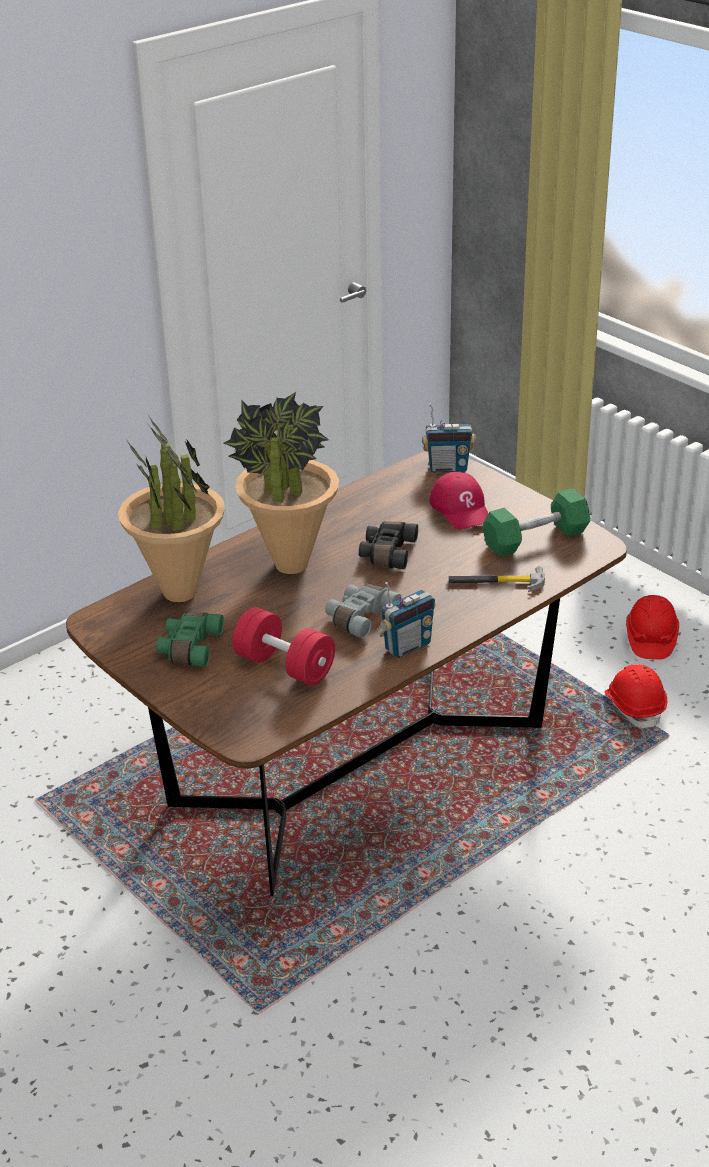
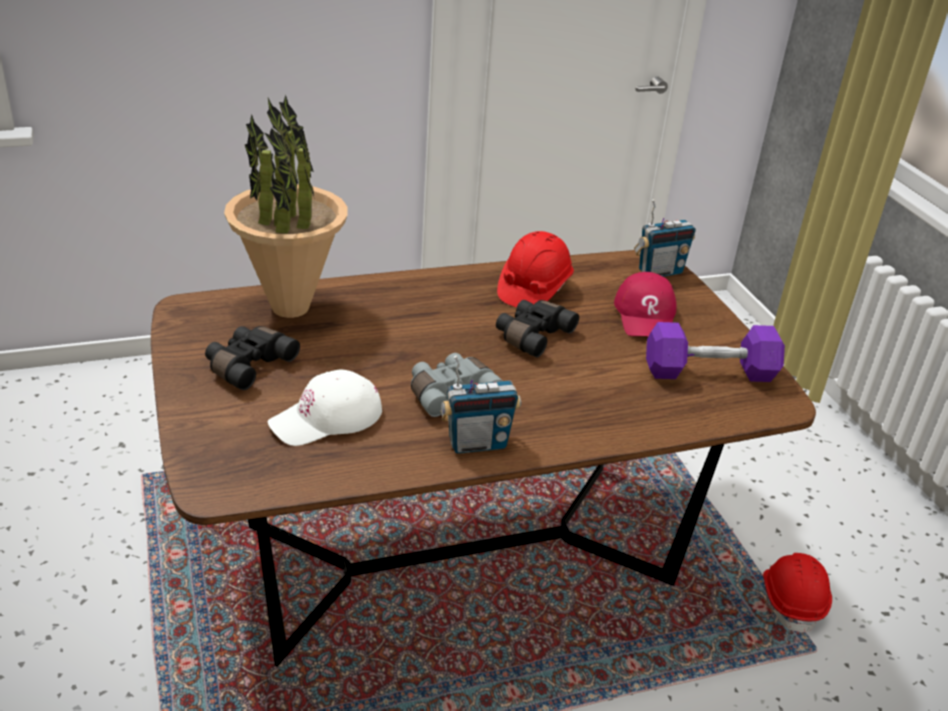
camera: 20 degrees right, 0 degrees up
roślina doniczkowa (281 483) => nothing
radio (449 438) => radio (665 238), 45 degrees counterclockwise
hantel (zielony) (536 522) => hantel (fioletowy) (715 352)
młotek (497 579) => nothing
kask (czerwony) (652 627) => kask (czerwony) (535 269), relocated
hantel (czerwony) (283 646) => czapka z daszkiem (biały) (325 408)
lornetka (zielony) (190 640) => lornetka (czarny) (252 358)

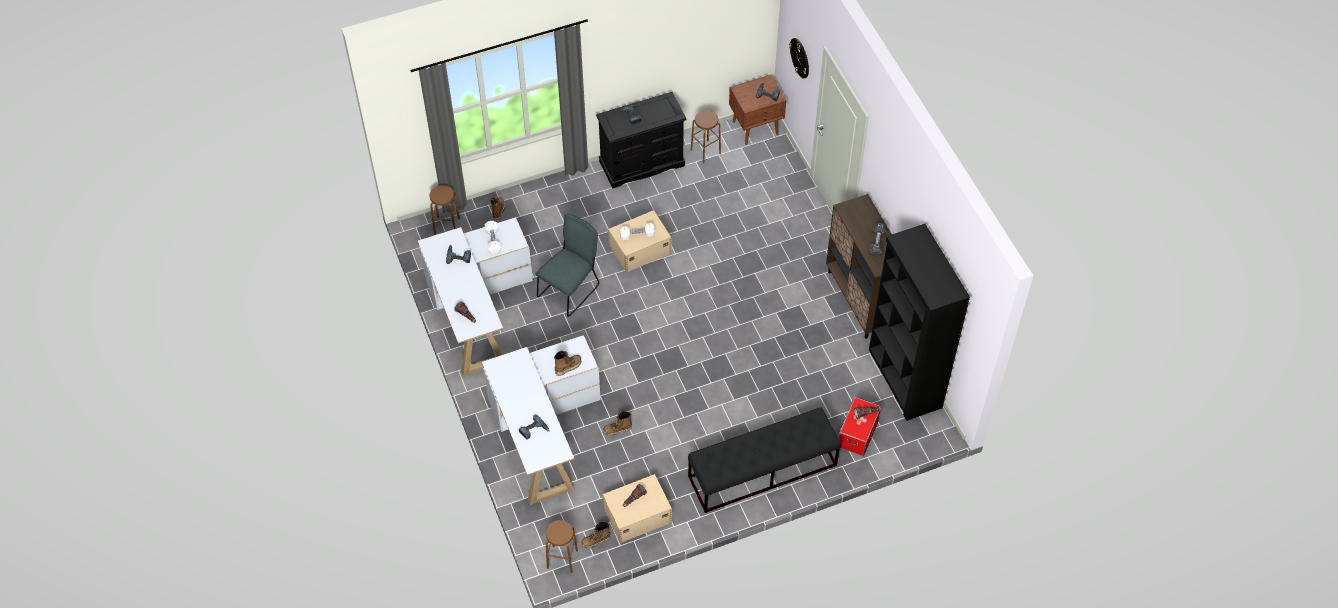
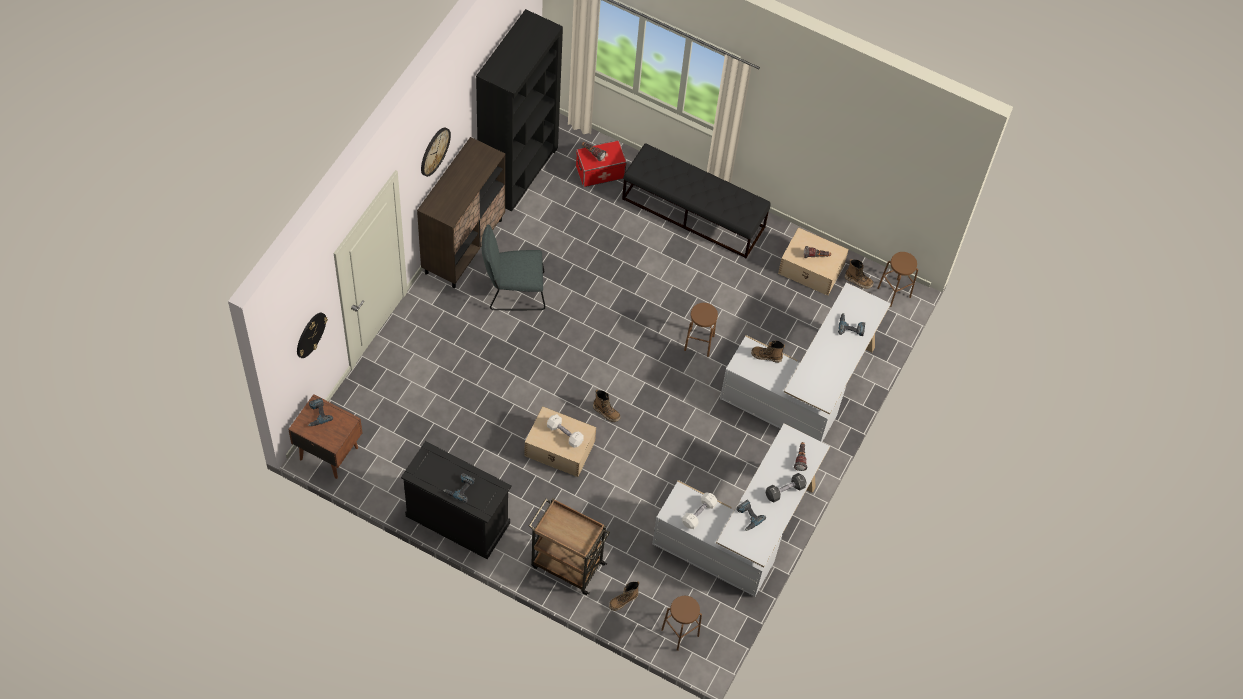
camera: 135 degrees left, 5 degrees up
stołek (brązowy) (706 136) => stołek (brązowy) (701 330), relocated
krzesło (szary) (567 265) => krzesło (szary) (513 267), relocated
hantel (czarny) (877 240) => hantel (czarny) (786 488), relocated
but z cholewką (617 423) => but z cholewką (606 405), relocated
nothing => zegar ścienny (436 152)
nothing => wózek (brązowy) (569 546)

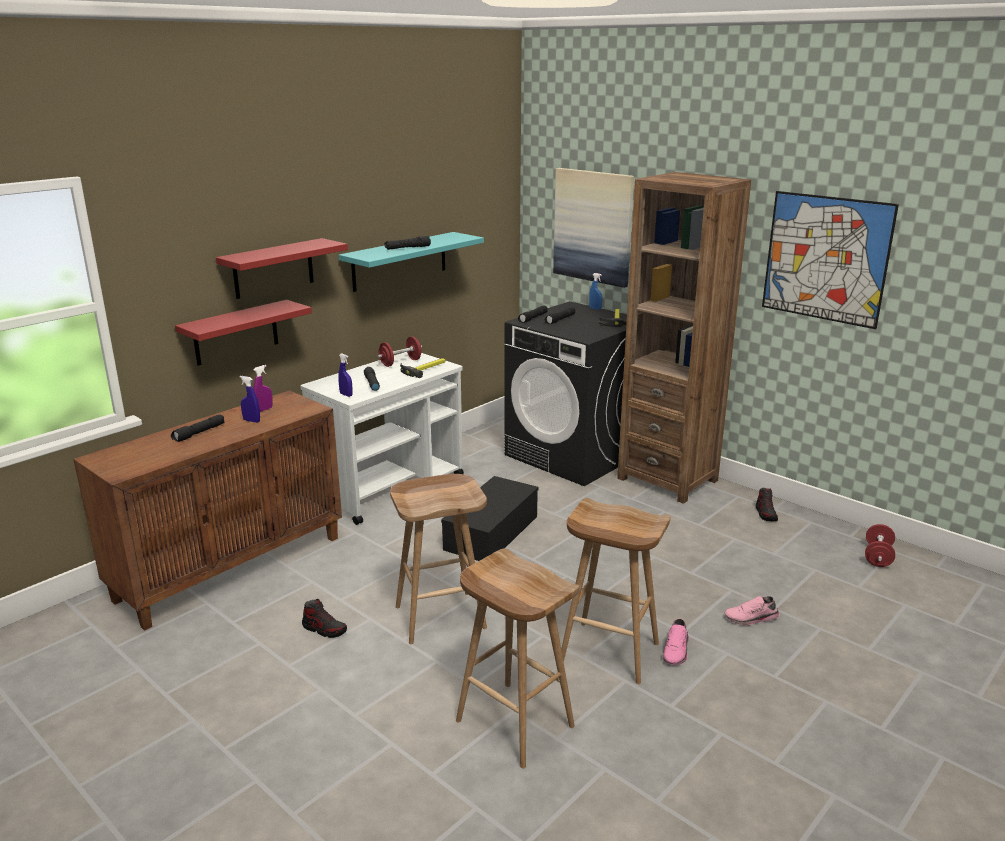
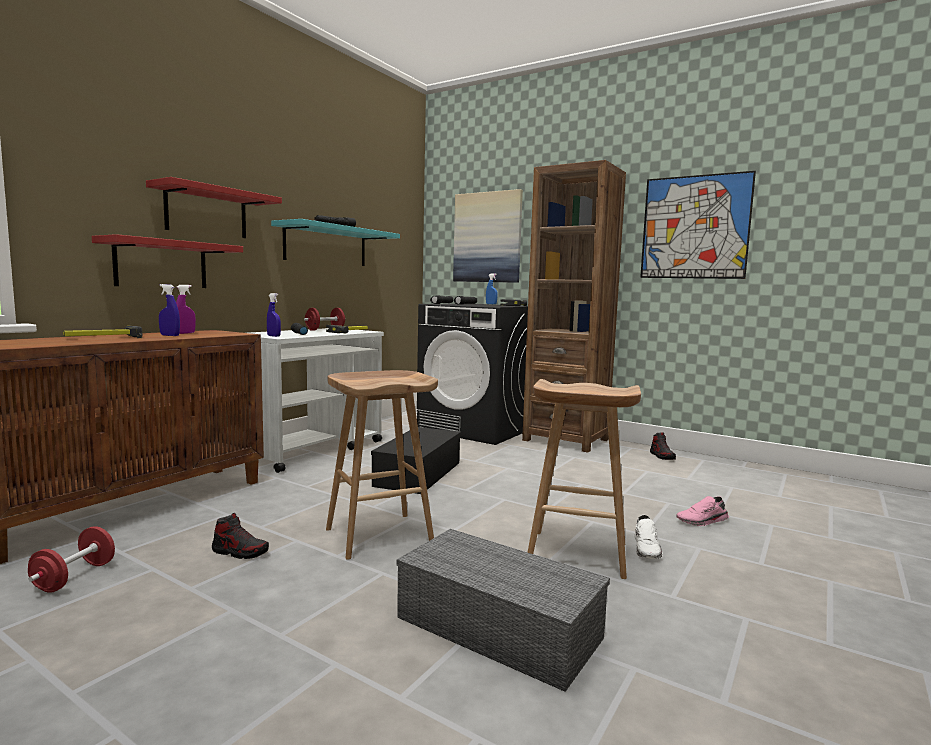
camera: 10 degrees left, 15 degrees down
latarka (czarny) (198 428) => młotek (102 332)
hantel (czerwony) (880 545) => hantel (czerwony) (71 559), relocated
stołek (brązowy) (517 658) => pojemnik do przechowywania (szary) (503 610)
but (różowy) (676 642) => but (biały) (648 537)

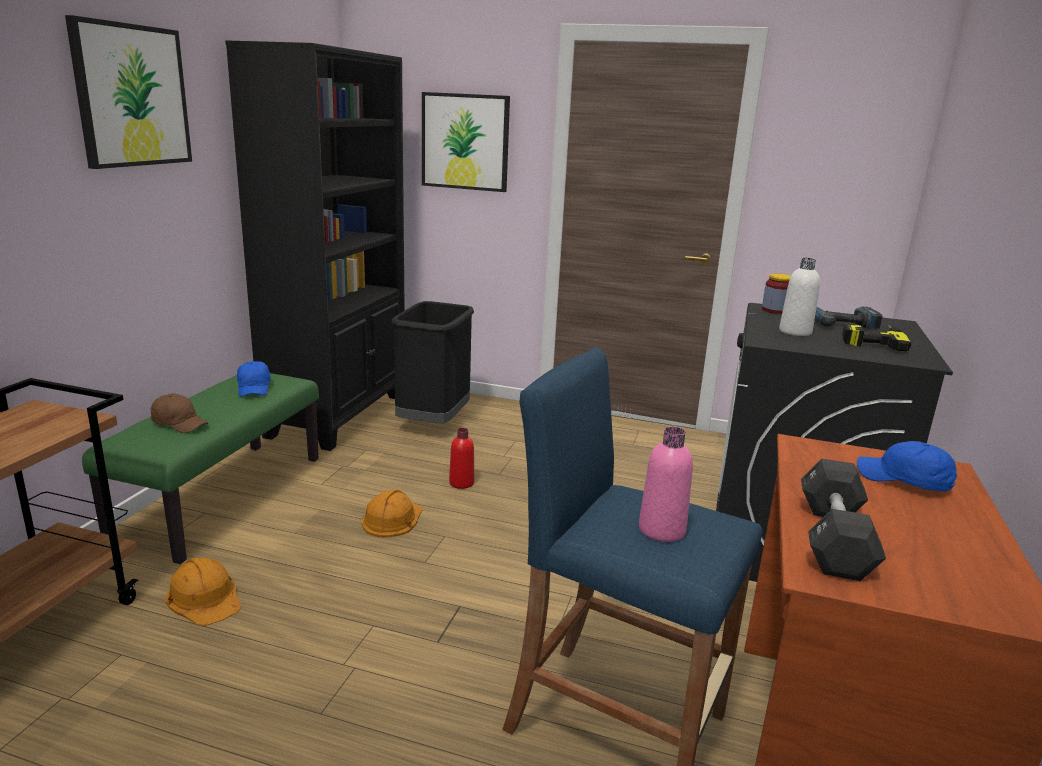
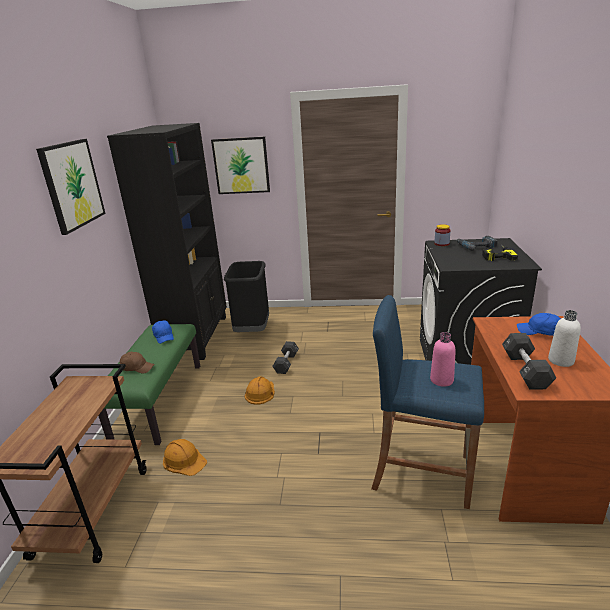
camera: 10 degrees left, 5 degrees up
butelka (biały) (799 297) => butelka (biały) (564 338), relocated
butelka (czerwony) (461 458) => hantel (czarny) (285 357)

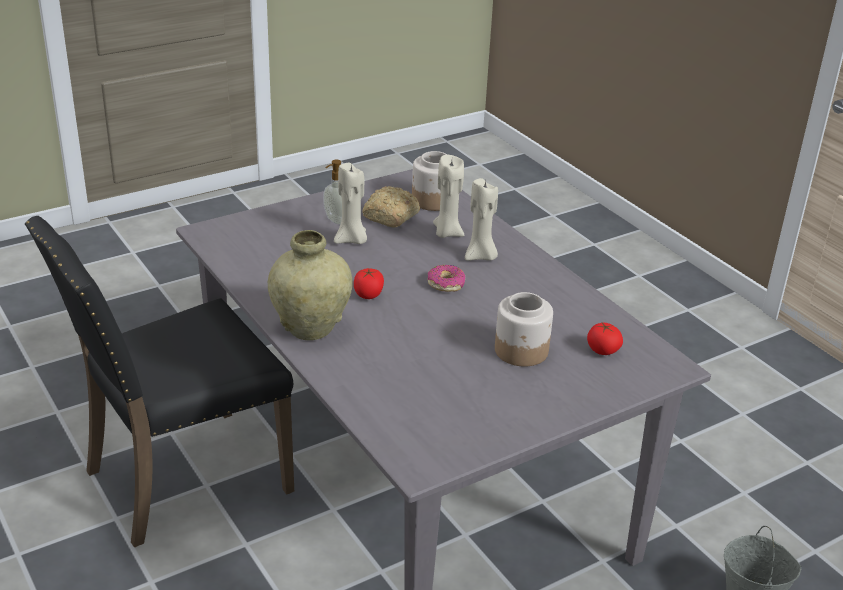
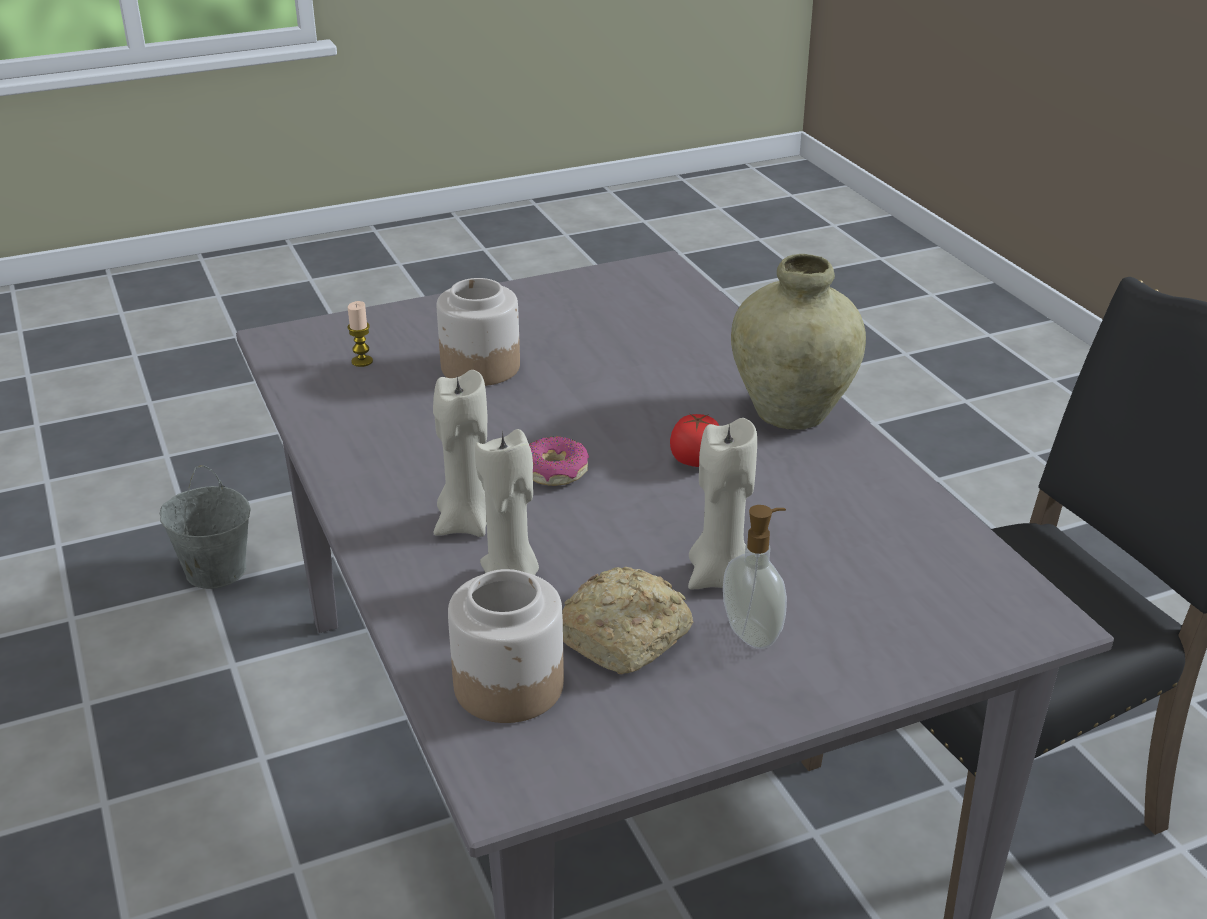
camera: 170 degrees left, 0 degrees up
pomidor (605 338) => świeca (360 334)

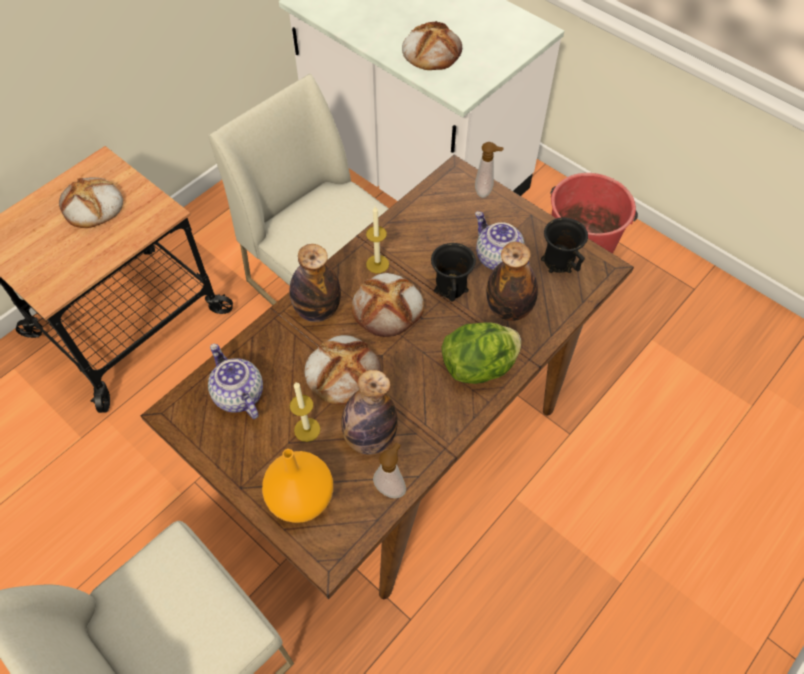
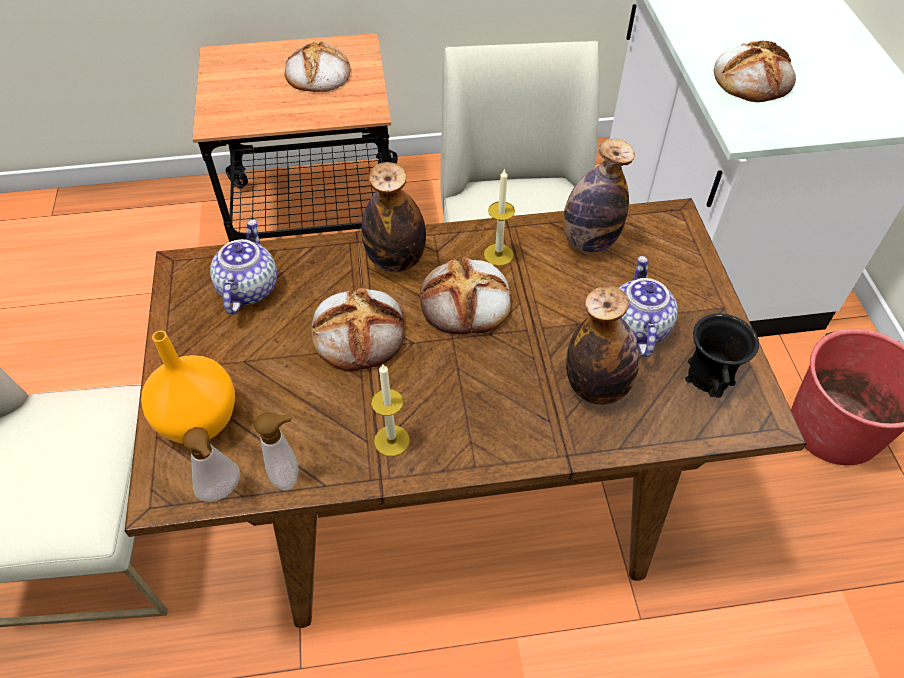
camera: 40 degrees right, 5 degrees down
dozownik mydła (489 170) => dozownik mydła (211 464), relocated
kubek (czarny) (453 272) => nothing
sałata (481 353) => nothing
butelka (369 412) => butelka (599 195), relocated
świeca (305 412) => świeca (390 409), relocated

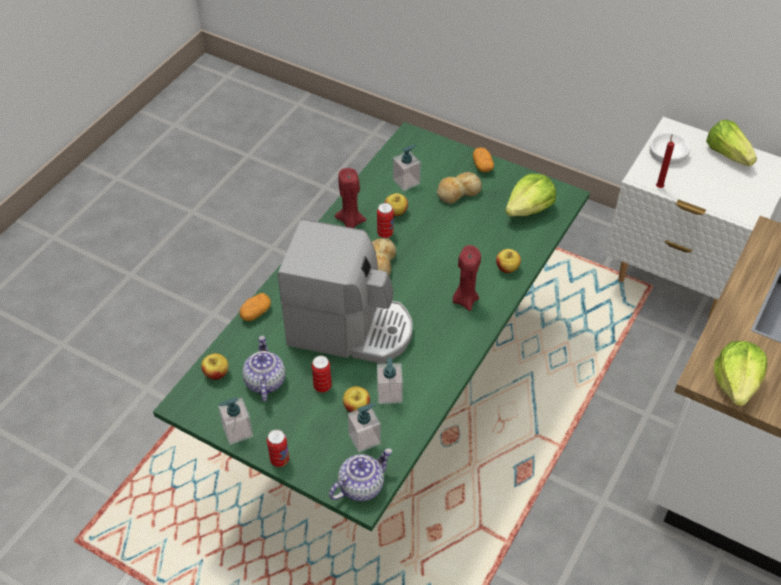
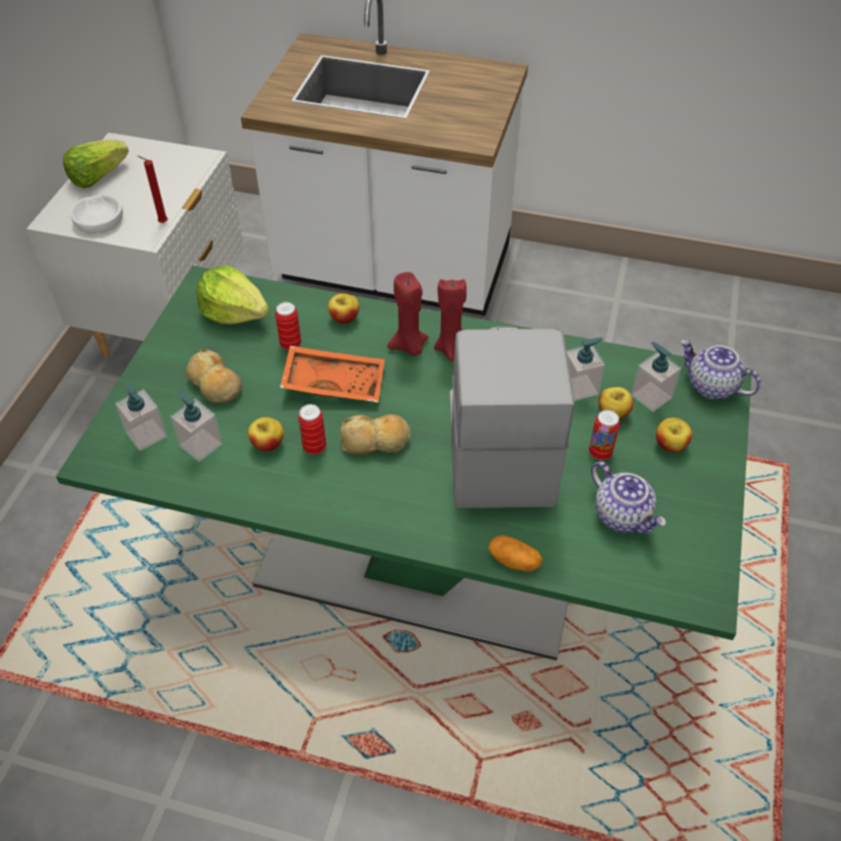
camera: 105 degrees left, 0 degrees up
ziemniak (483 159) => nothing
świeca (czerwony) (351 198) => świeca (czerwony) (450 320), relocated
imbryk (263 369) => imbryk (628 497), 105 degrees counterclockwise
sałata (740 373) => nothing
jabłko (215 366) => jabłko (674 435), relocated
dozownik mydła (235 421) => dozownik mydła (141 417), relocated
puszka (278 448) => puszka (288 326), relocated
nothing => taca (pomarańczowy) (332 374)

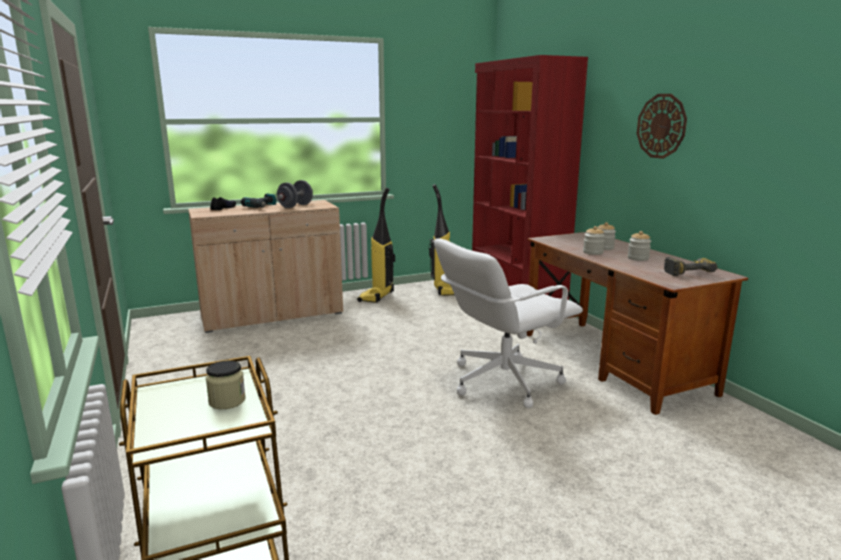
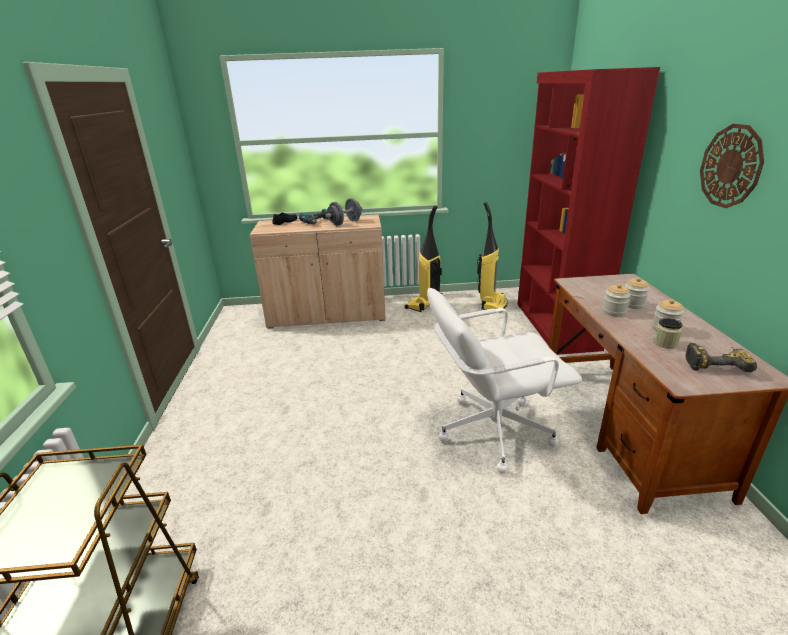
camera: 20 degrees right, 10 degrees up
słoik (226 384) => słoik (667 333), relocated

